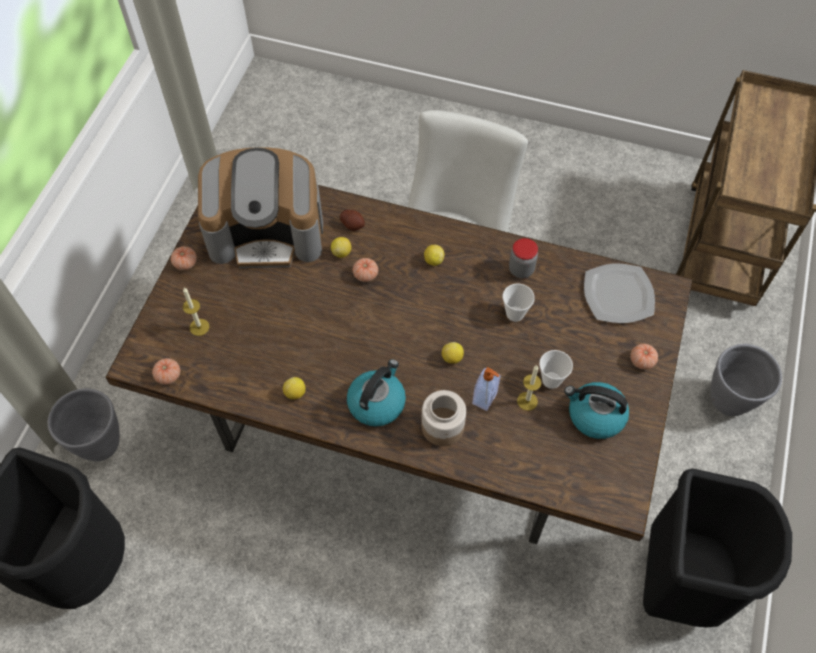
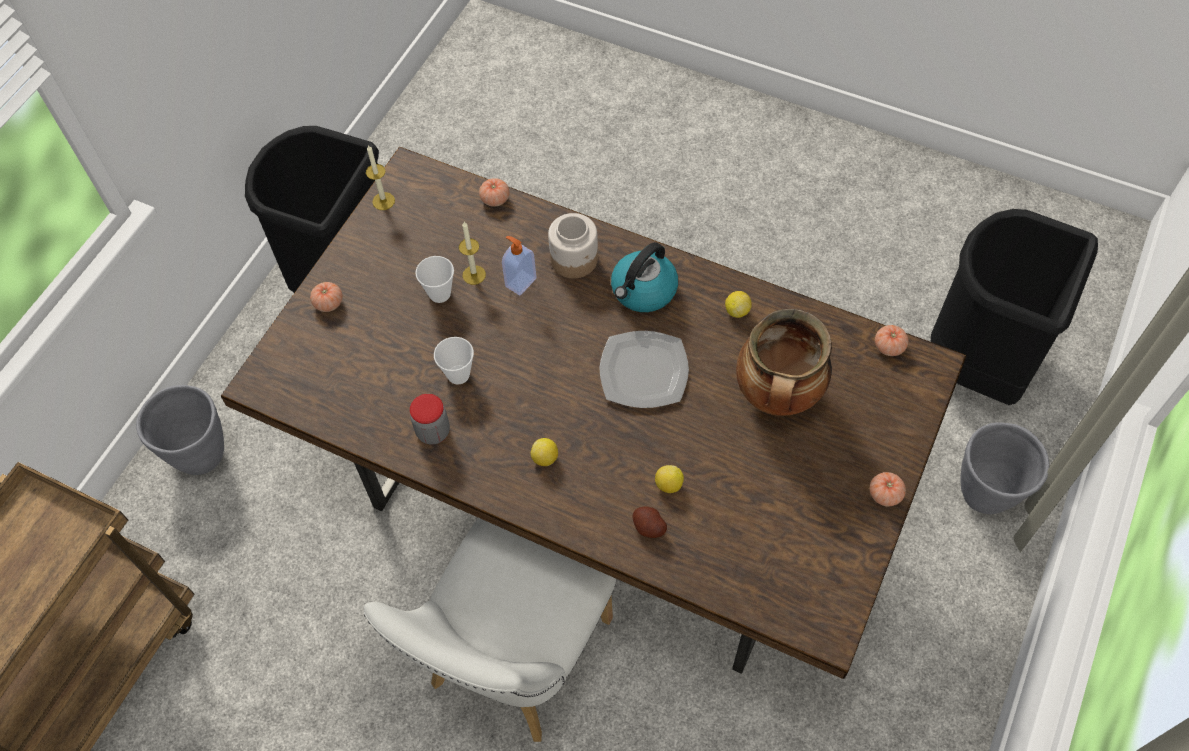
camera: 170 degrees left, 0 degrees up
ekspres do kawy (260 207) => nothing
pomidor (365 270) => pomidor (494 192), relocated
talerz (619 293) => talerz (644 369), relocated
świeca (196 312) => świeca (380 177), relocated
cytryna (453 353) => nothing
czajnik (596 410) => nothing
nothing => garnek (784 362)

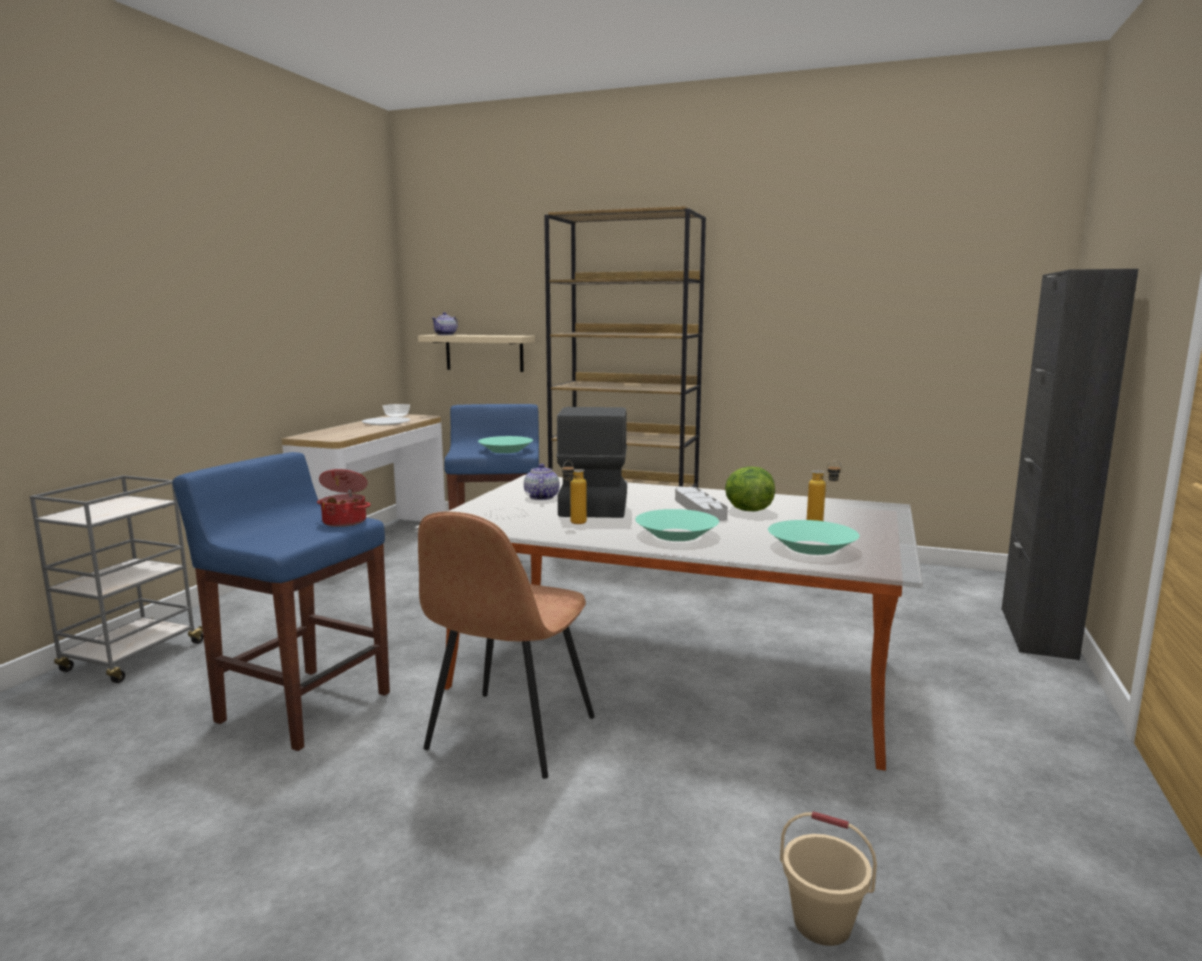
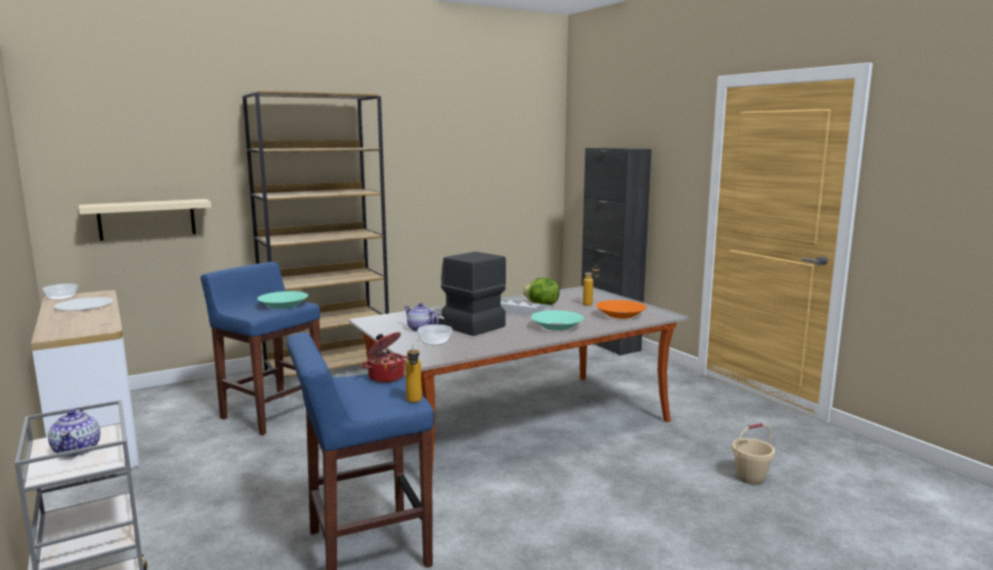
camera: 50 degrees left, 0 degrees up
imbryk (445 323) => imbryk (74 432), relocated
butelka (574 492) => butelka (413 374), relocated
krzesło (brązowy) (506 645) => nothing
miska (turkusowy) (813 537) => miska (pomarańczowy) (621 309)

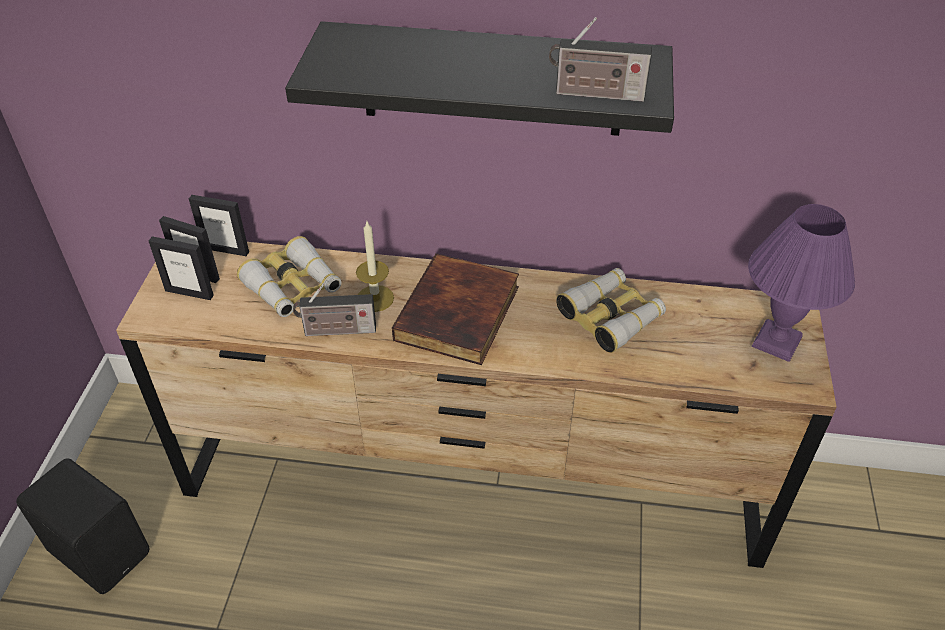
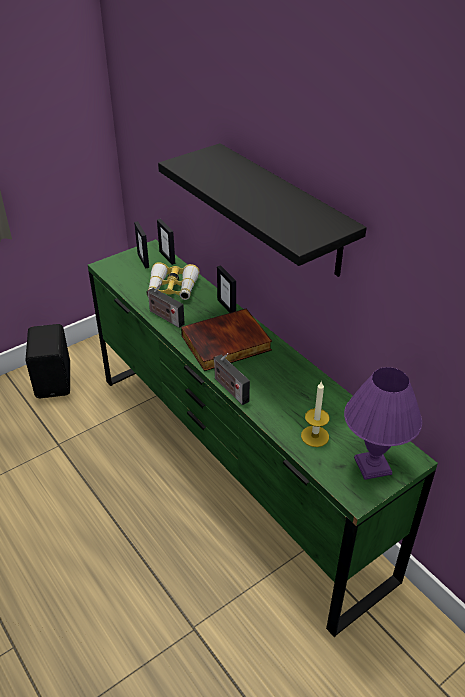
camera: 45 degrees right, 5 degrees down
radio (600 59) => radio (231 379), relocated
świeca (375 266) => świeca (315 414), relocated
ramka na zdjęcie (181 268) => ramka na zdjęcie (226 289), relocated
komoda (brązowy) (476 405) => komoda (zielony) (263 438)
lornetka (611 310) => nothing

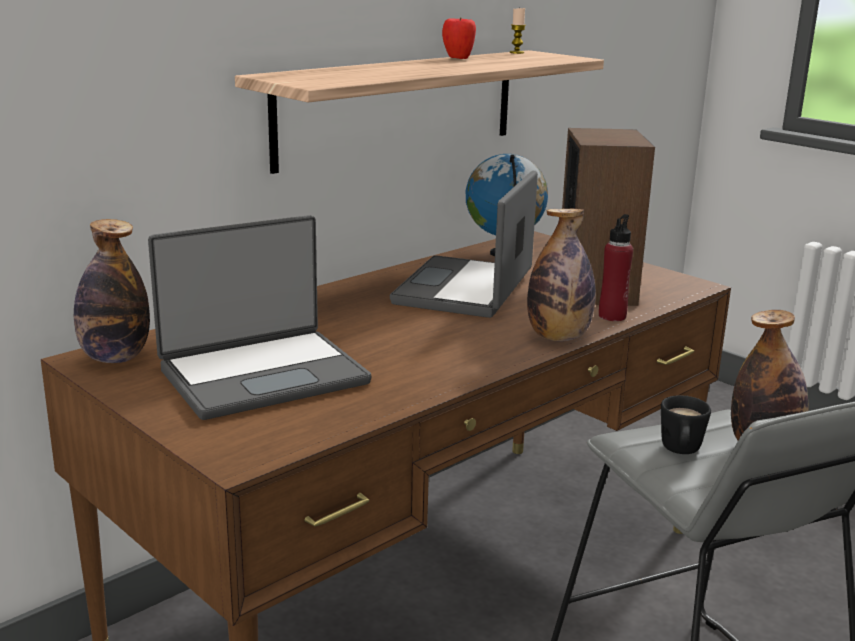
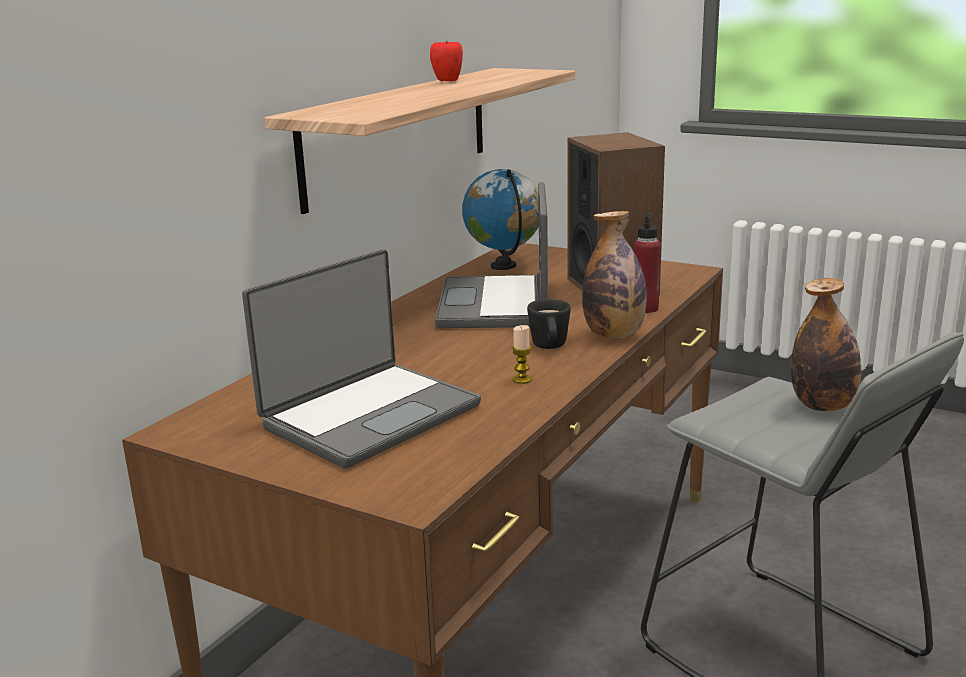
camera: 15 degrees left, 0 degrees up
świeca (518 31) => świeca (522 354), relocated
butelka (112 291) => nothing
kubek (czarny) (686 424) => kubek (czarny) (549 324), relocated

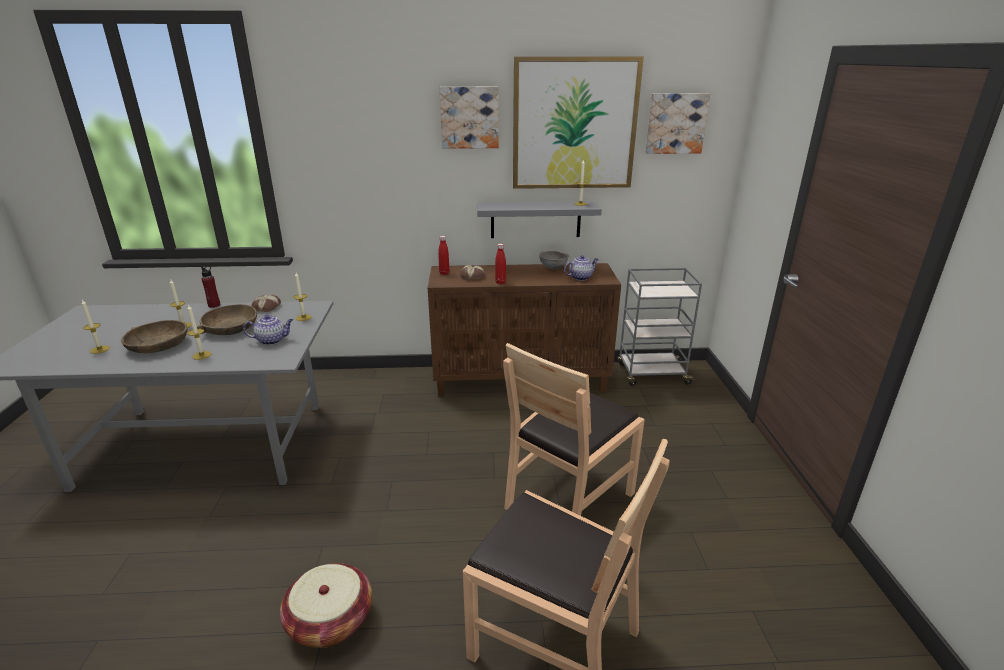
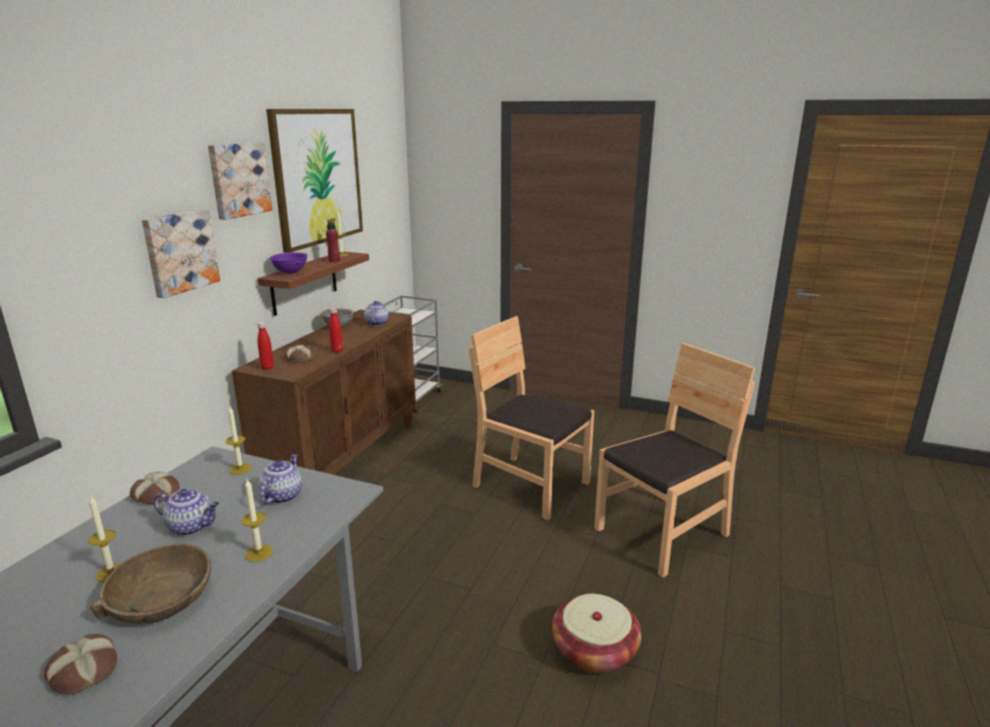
camera: 65 degrees left, 5 degrees down
obraz (678 123) => obraz (181 253), relocated
półka (szary) (539 219) => półka (brązowy) (313 284)
butelka (czerwony) (210 287) => butelka (czerwony) (333 240), relocated
świeca (95 327) => chleb (80 664)
miska (brązowy) (227 319) => imbryk (186 512)
krzesło (brązowy) (574 429) => krzesło (brązowy) (531 418), 150 degrees clockwise
nothing => miska (fioletowy) (288 263)

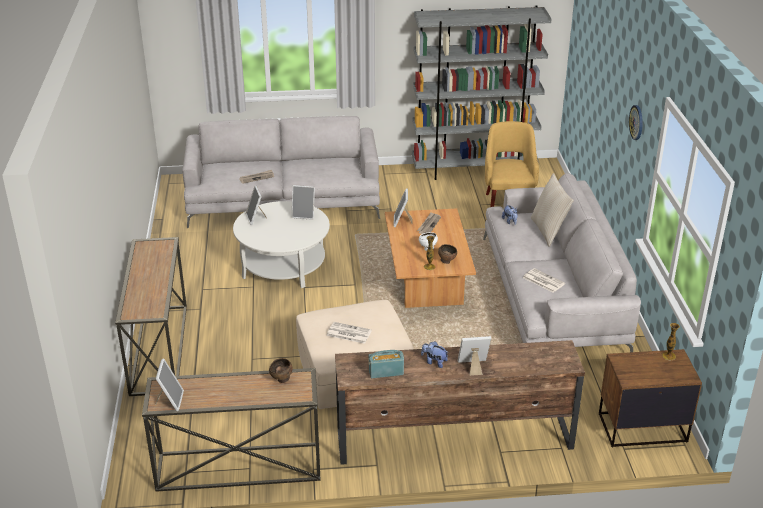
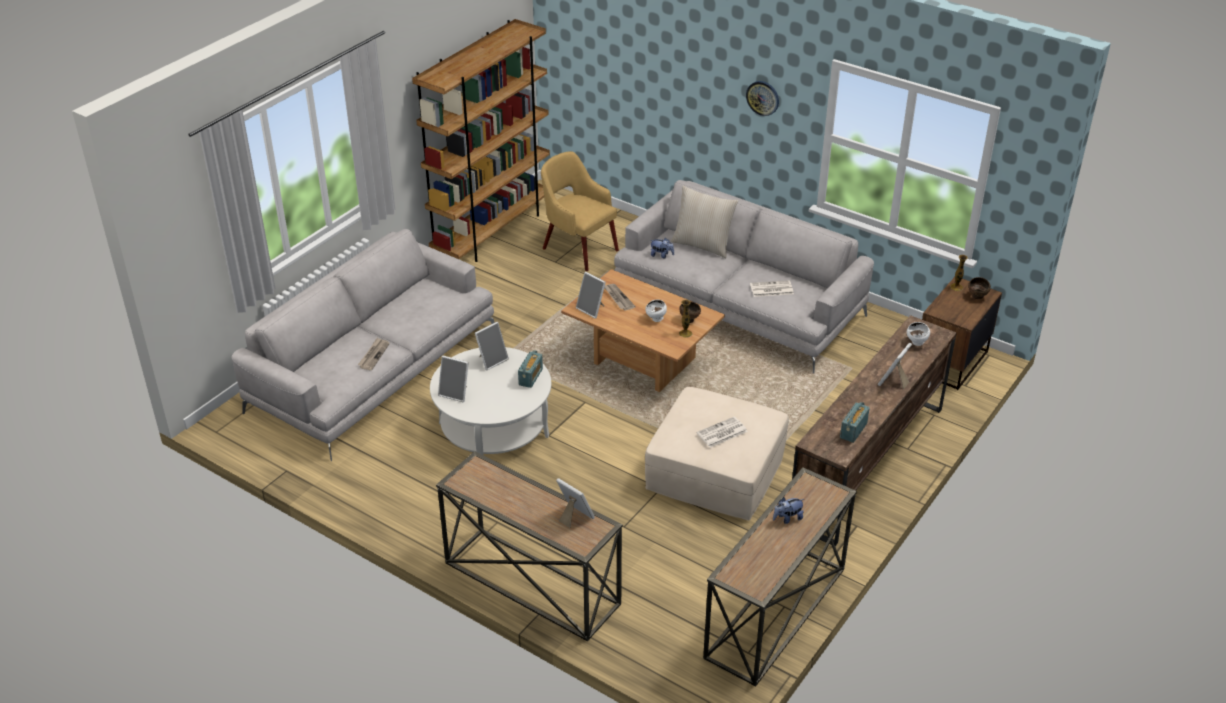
camera: 50 degrees left, 5 degrees up
regał (szary) (482 92) => regał (brązowy) (481 140)
pluszak (434 354) => pluszak (788 510), relocated
ramka na zdjęcie (169 384) => ramka na zdjęcie (575 503), relocated
miska (brązowy) (280 370) => miska (brązowy) (979 288), relocated
nothing => miska (biały) (918 334)
nothing => radio (530 369)

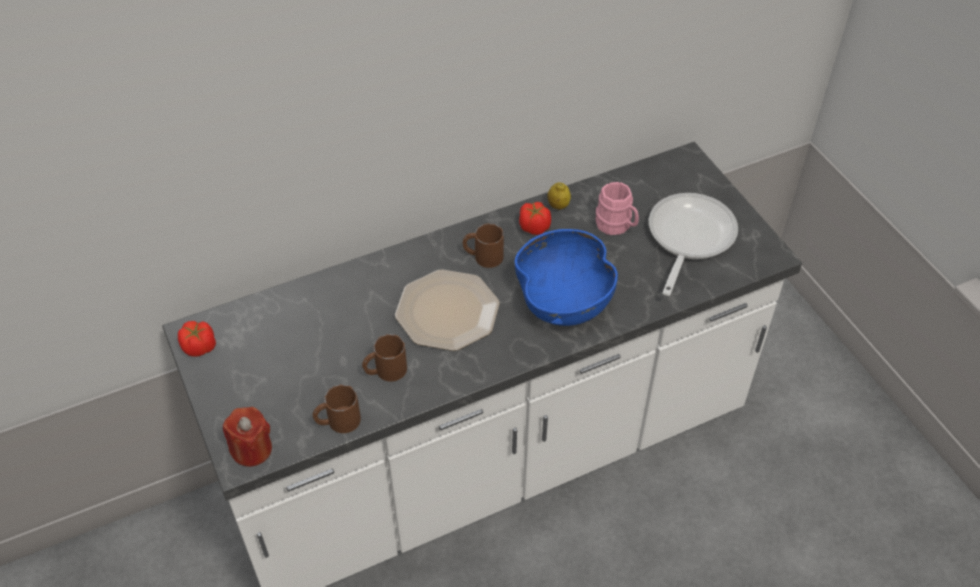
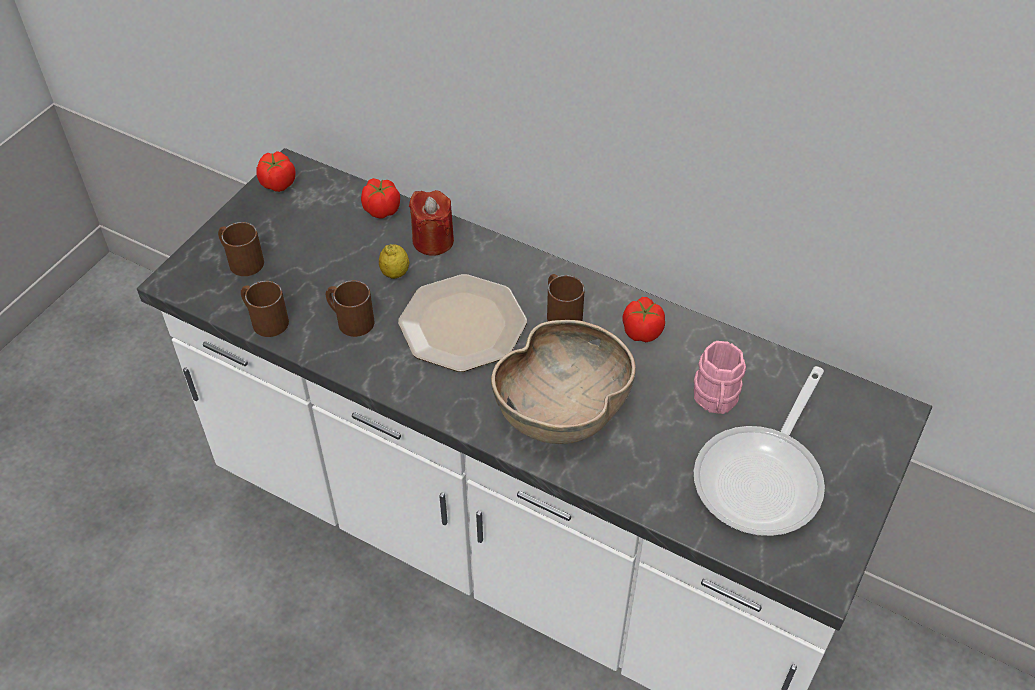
camera: 55 degrees right, 0 degrees up
cytryna (559 196) => cytryna (394 261), relocated
patelnia (693 244) => patelnia (759 451), 135 degrees clockwise
miska (niebieski) (566 277) => miska (brązowy) (563 382)
świeca (czerwony) (247 437) => świeca (czerwony) (431 223), relocated
nothing => pomidor (380 198)
nothing => kubek (brązowy) (241 249)

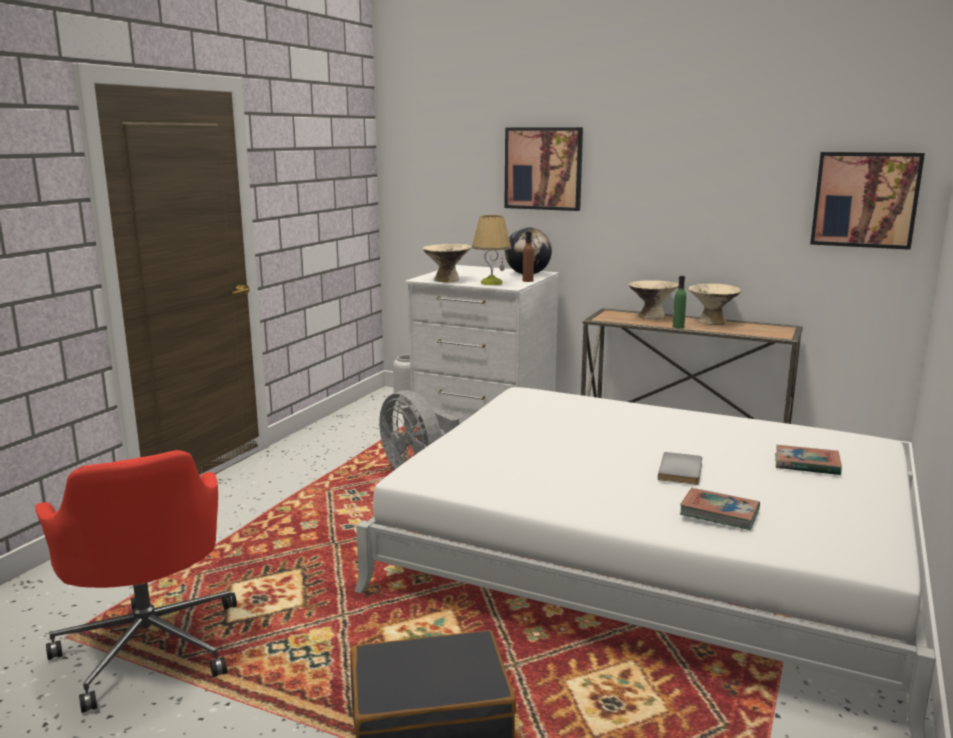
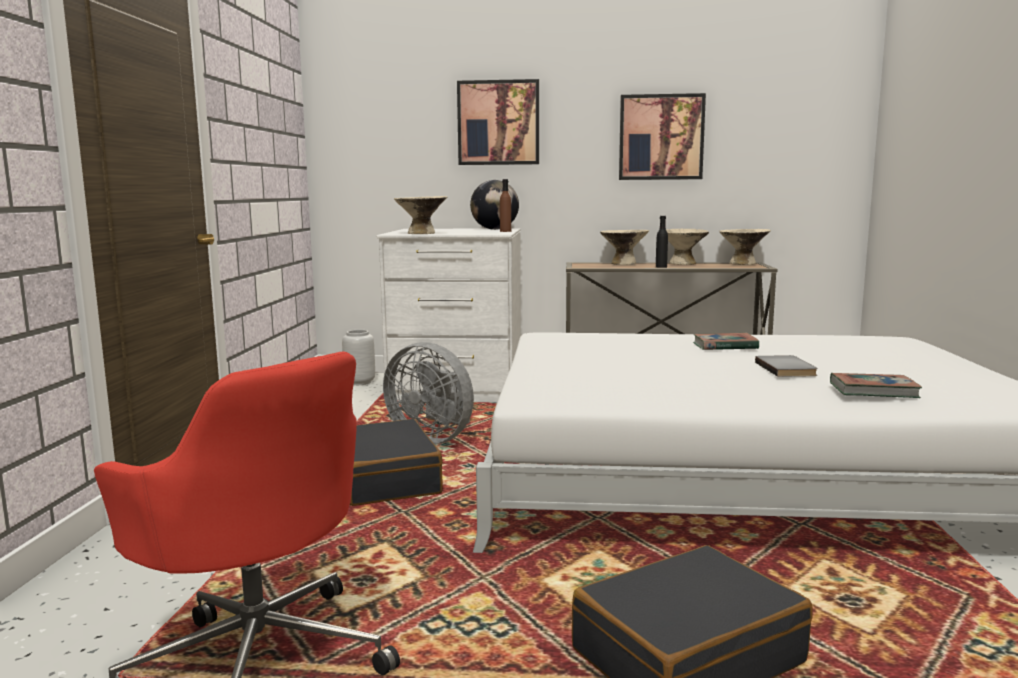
camera: 20 degrees left, 5 degrees down
obraz (867 201) => obraz (662 136), relocated
lampa stołowa (491 250) => nothing
butelka (zielony) (679 302) => butelka (czarny) (662 242)
książka (808 460) => książka (726 341), relocated
nothing => miska (beżowy) (745 247)
nothing => walizka (czarny) (396 462)

